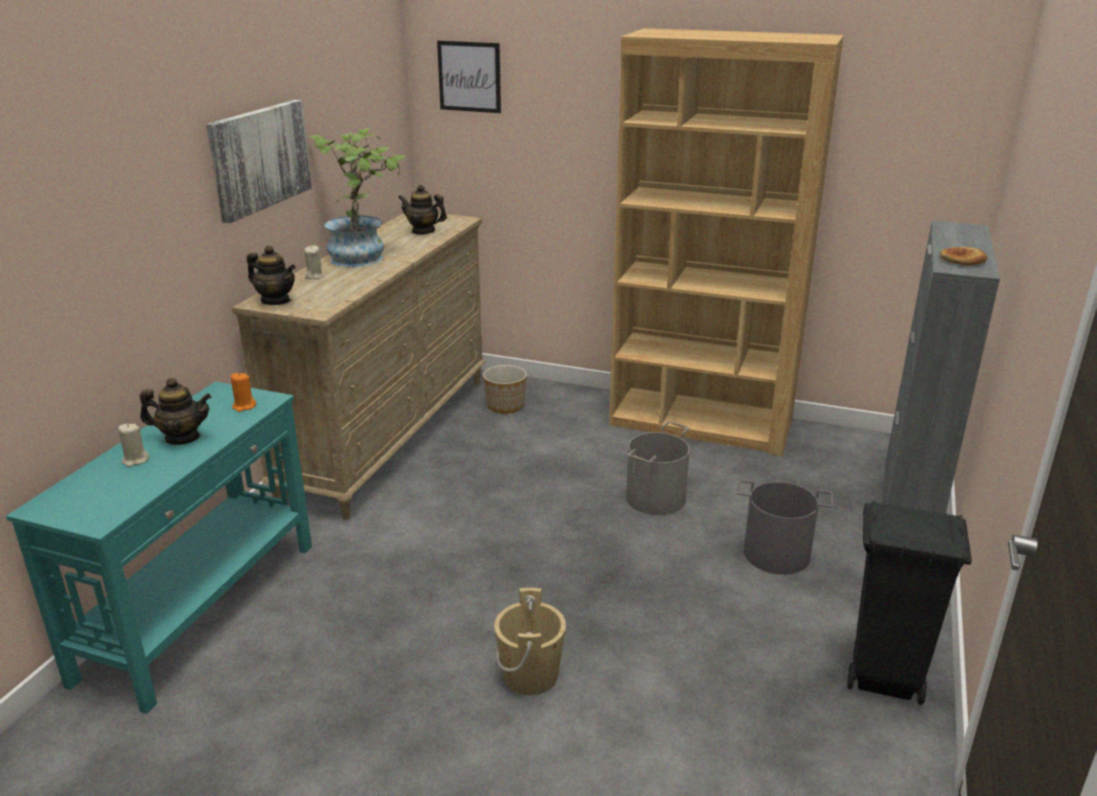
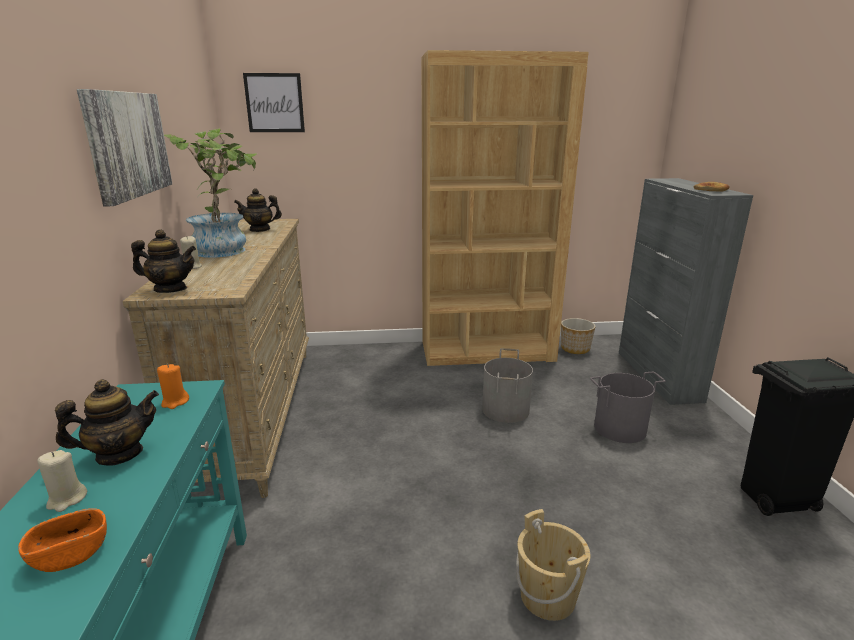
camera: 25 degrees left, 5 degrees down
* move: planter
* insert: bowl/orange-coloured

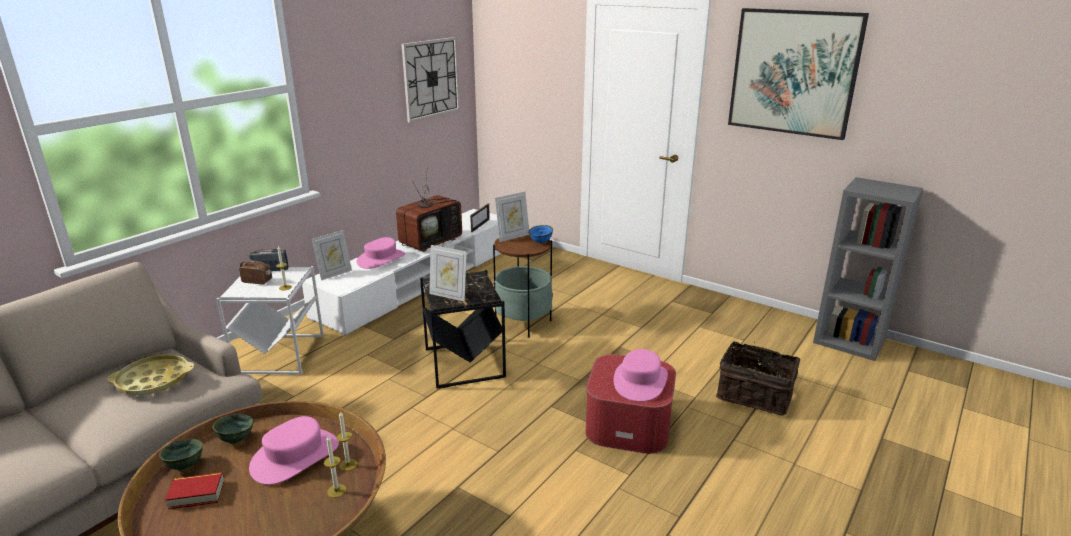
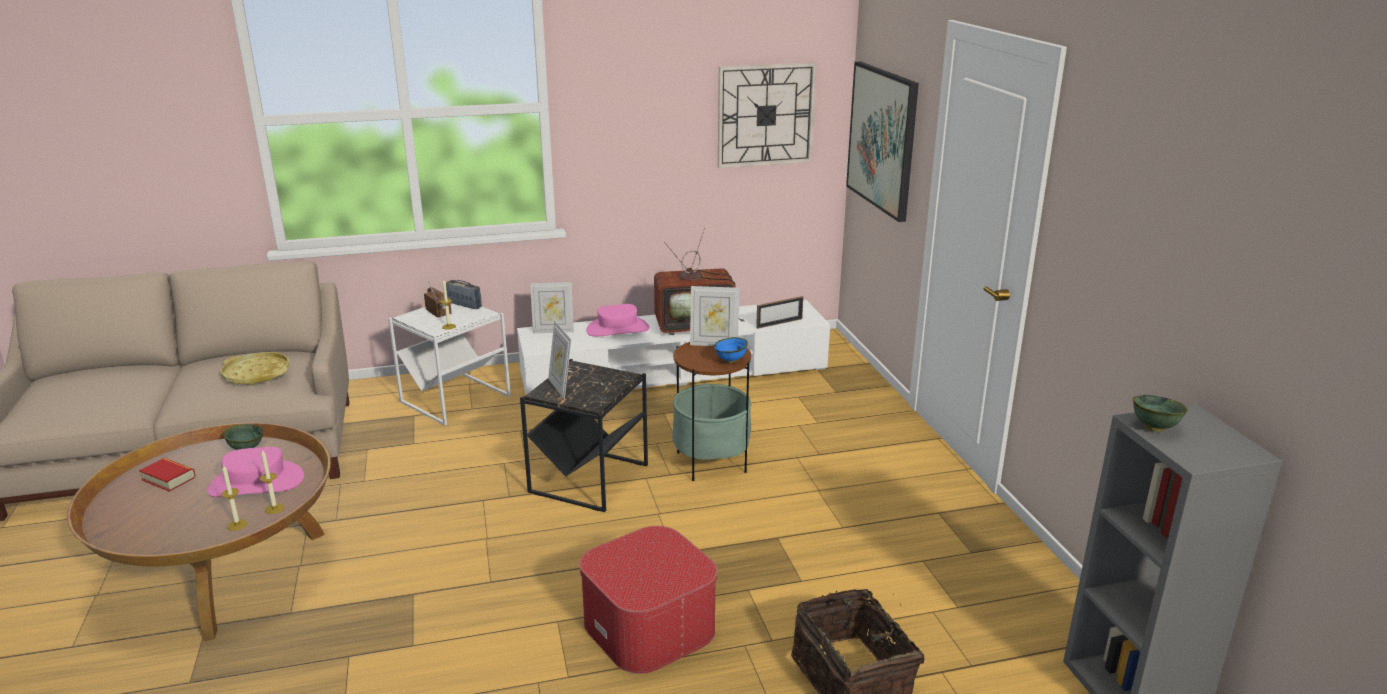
camera: 40 degrees right, 0 degrees up
* move: wall picture
* delete: hat/pink (3rd from left)
* move: bowl/green-coloured (1st from left in the first image) to bowl/green-coloured (2nd from left)

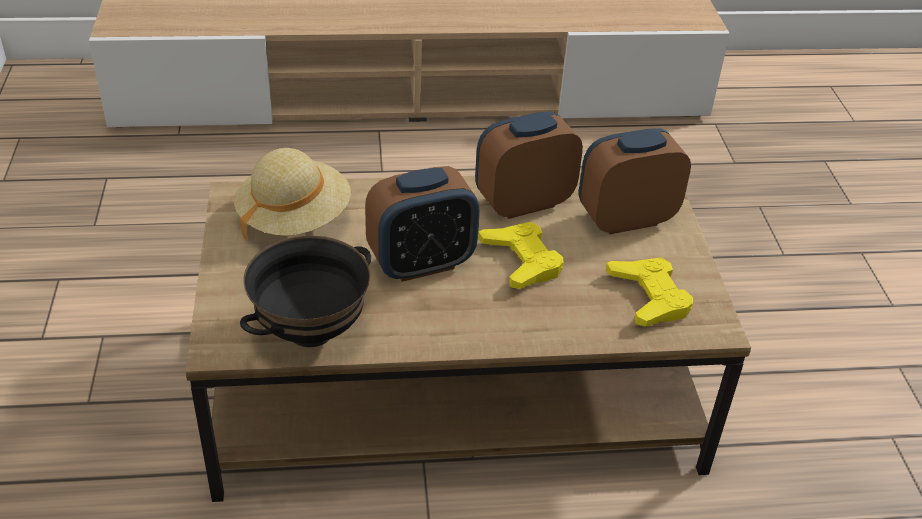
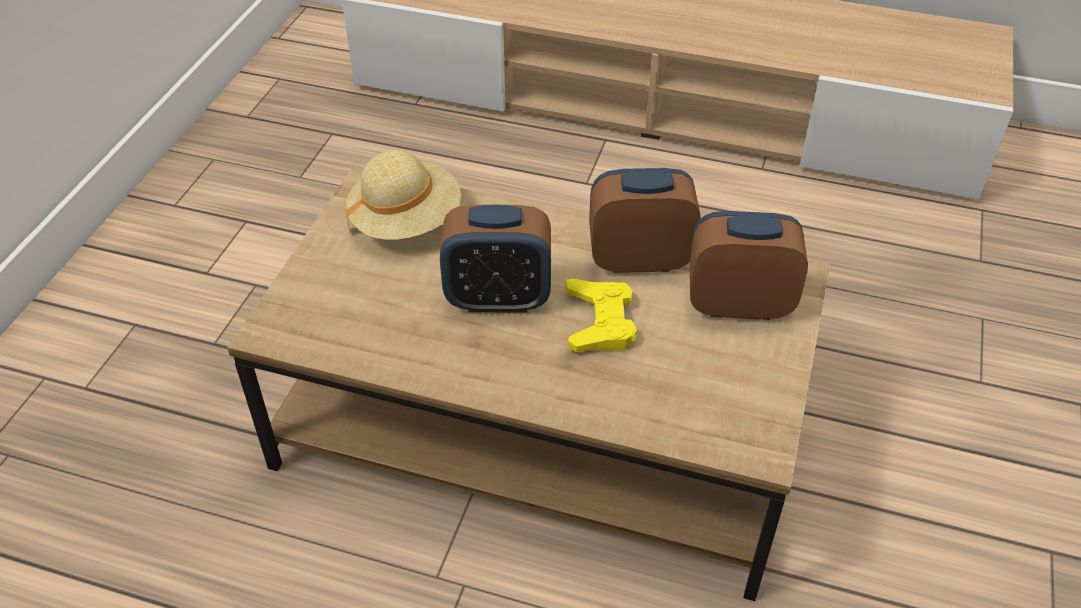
camera: 25 degrees right, 5 degrees up
* delete: bowl/blackish
* delete: gamepad/yellow-coloured (2nd from left)

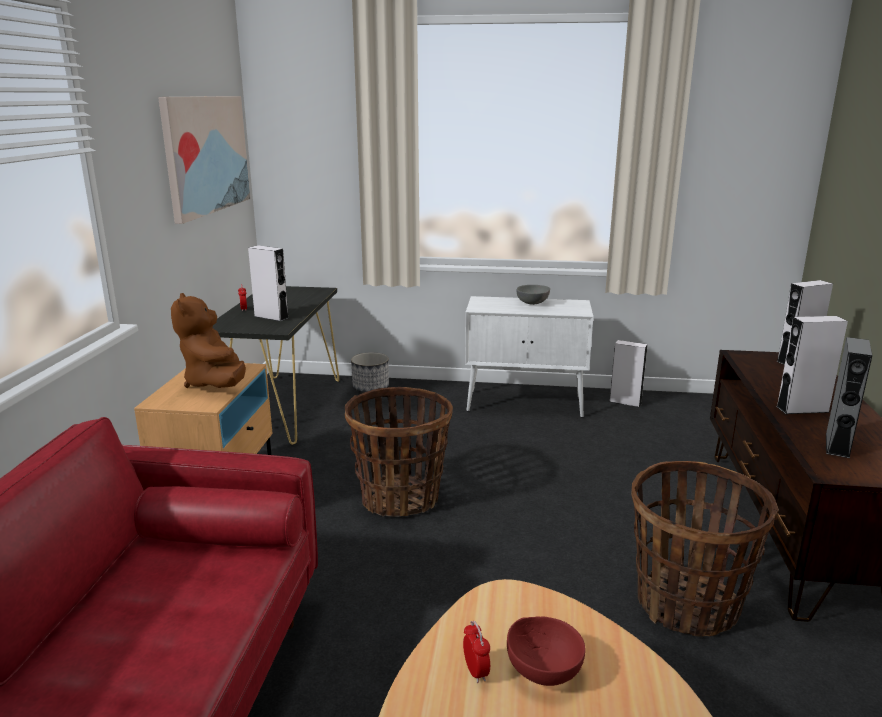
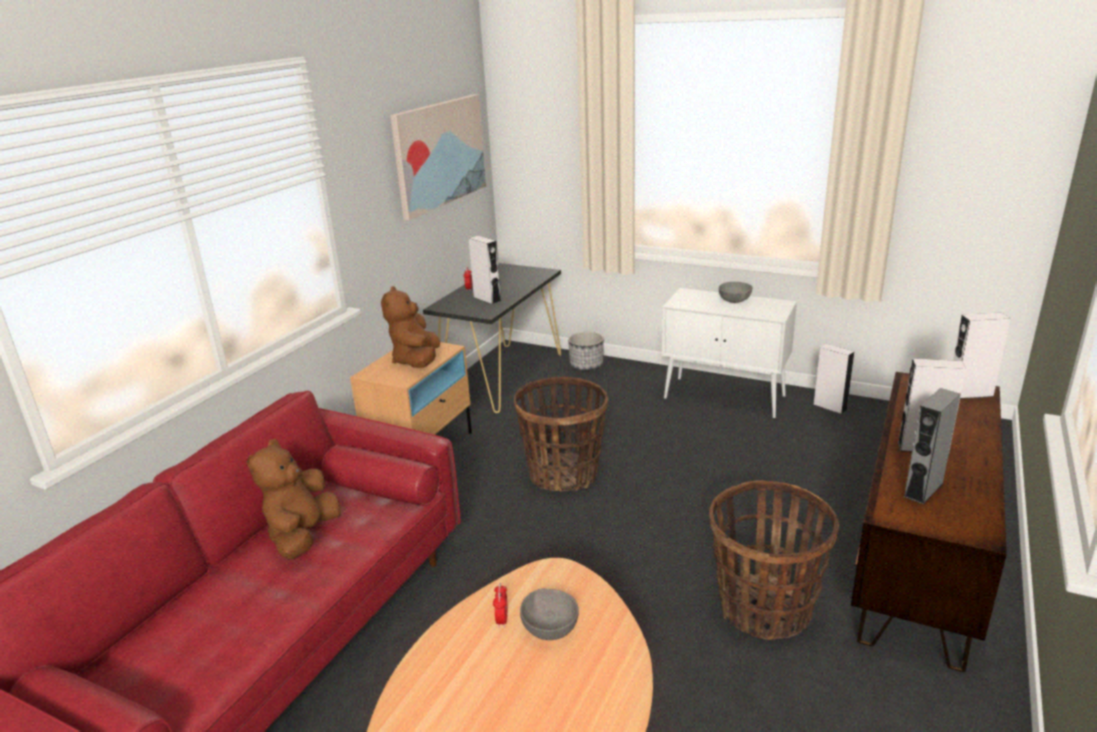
camera: 20 degrees right, 5 degrees up
* recolor: bowl/reddish to bowl/grey (1st from left)
* insert: cuddly toy/brown-coloured (1st from left)

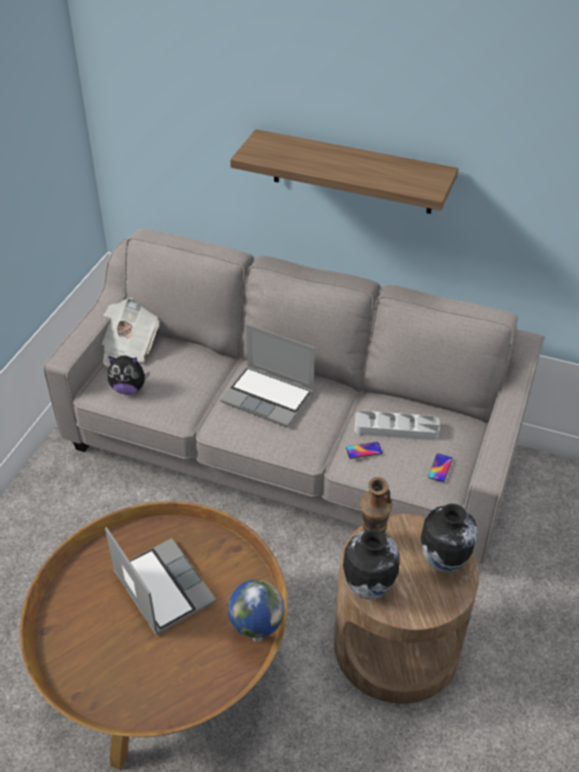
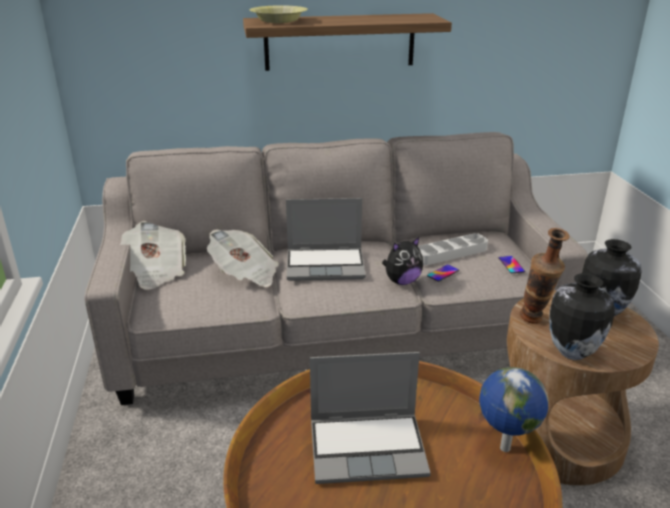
camera: 30 degrees left, 15 degrees down
* move: cuddly toy
* rotate: laptop (1st from left in the first image) 150 degrees clockwise
* insert: bowl/yellow-coloured
* insert: newspaper (2nd from left)

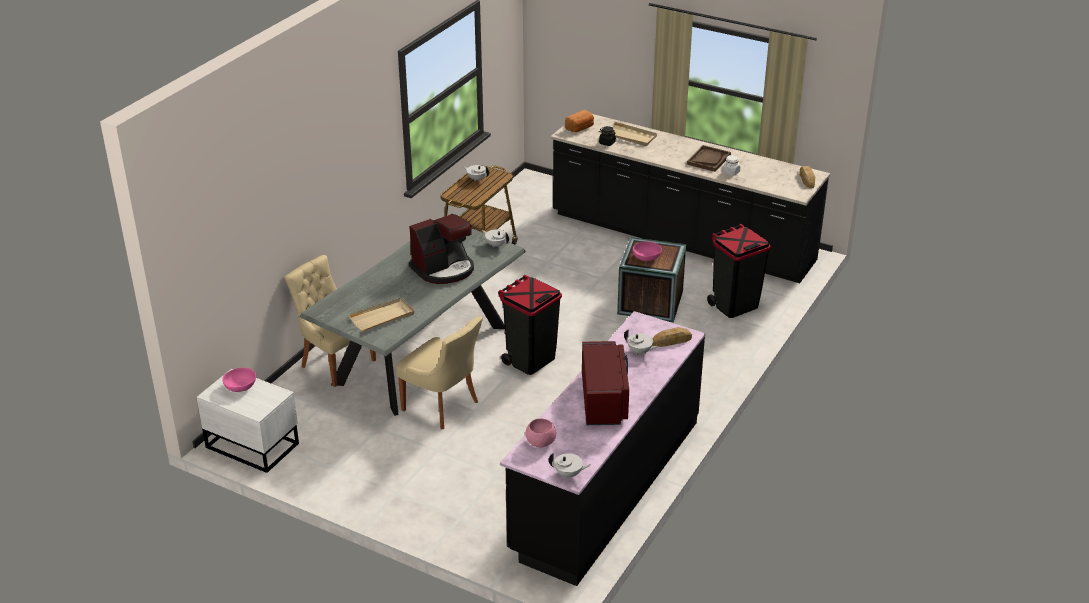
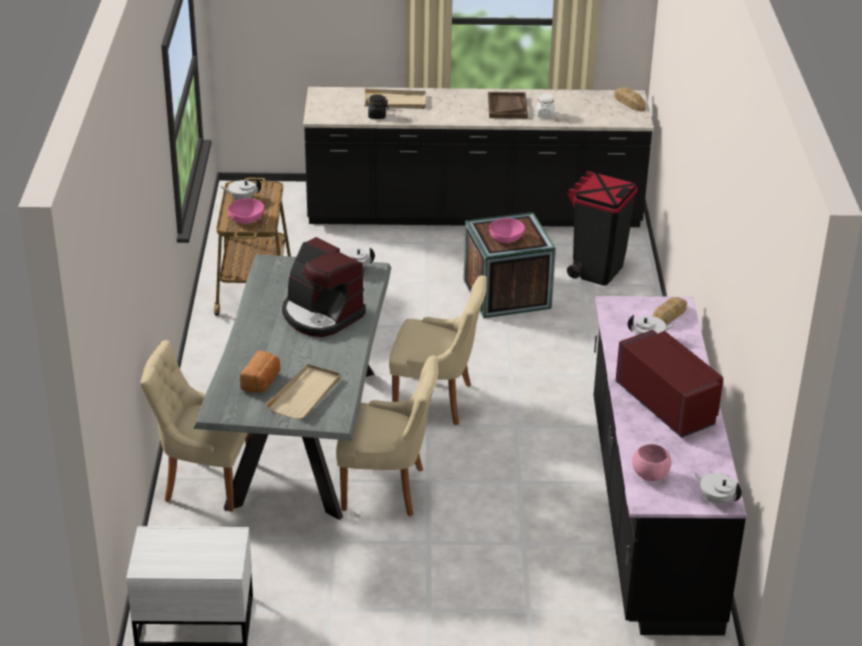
camera: 30 degrees left, 0 degrees up
* move: baked bread (1st from left)
* rotate: coffee maker 105 degrees clockwise
* replace: rubbish bin/blackish (1st from left) to chair/beige-coloured (3rd from left)
* move: bowl/pink (1st from left)
* rotate: tea pot/whitish (3rd from left in the first image) 120 degrees counterclockwise

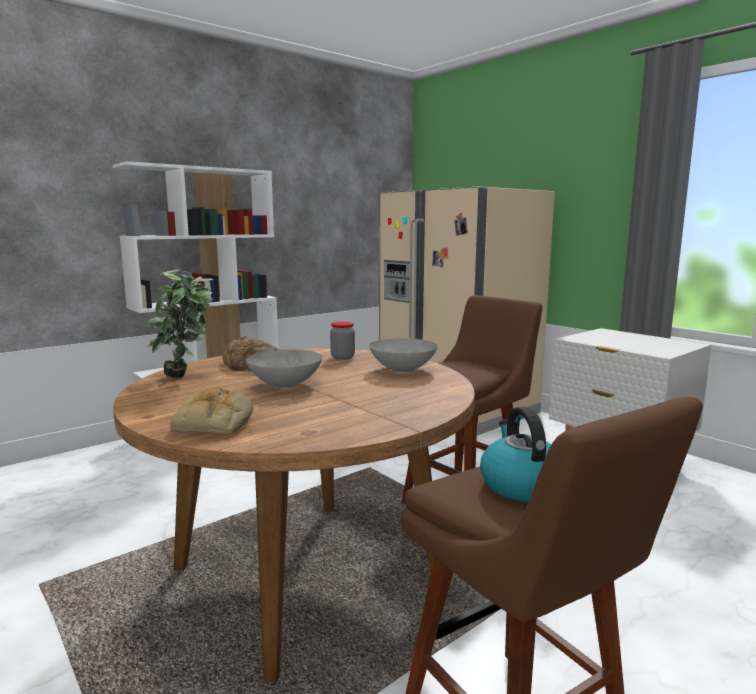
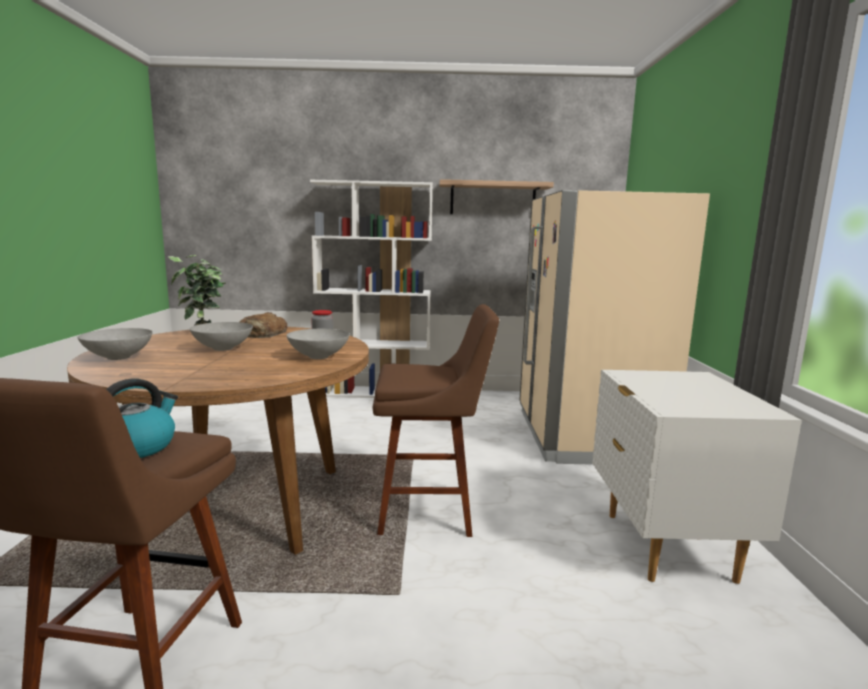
camera: 40 degrees right, 0 degrees up
* replace: baked bread (1st from left) to bowl/grey (1st from left)
* insert: shelf

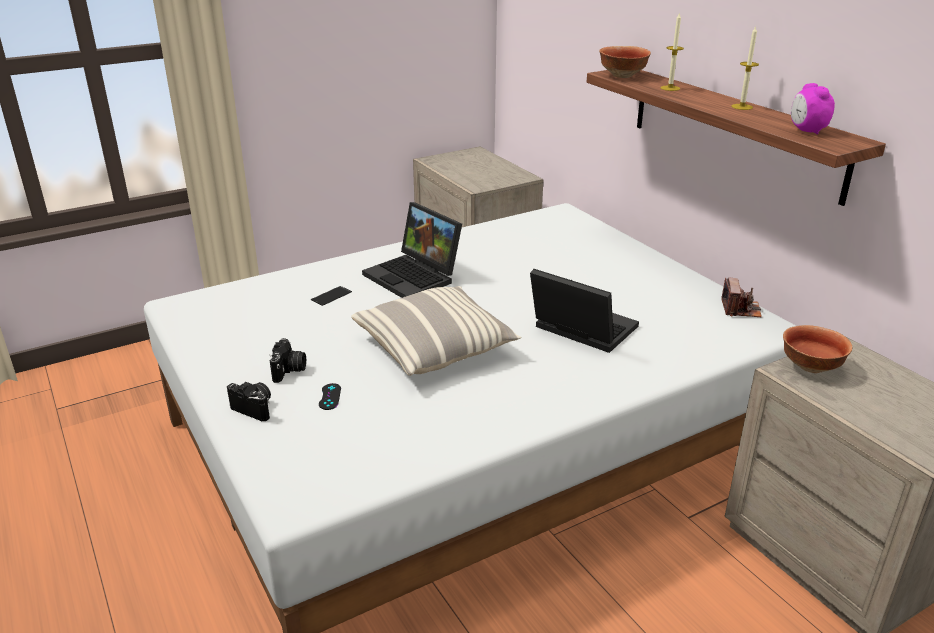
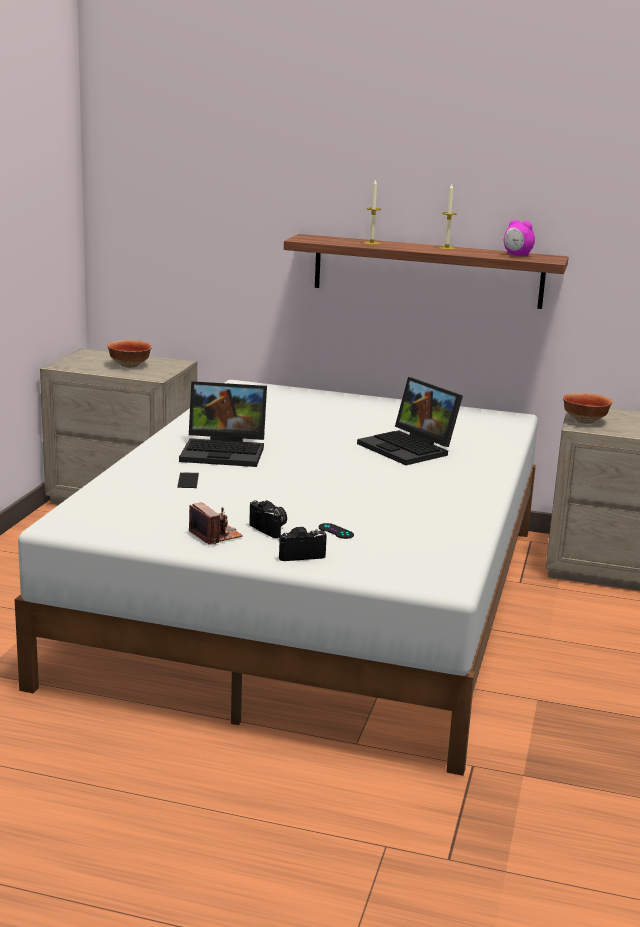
camera: 45 degrees left, 10 degrees down
* move: bowl (1st from left)
* rotate: laptop (2nd from left) 120 degrees counterclockwise
* move: still camera (3rd from left in the first image) to still camera (1st from left)
* delete: cushion

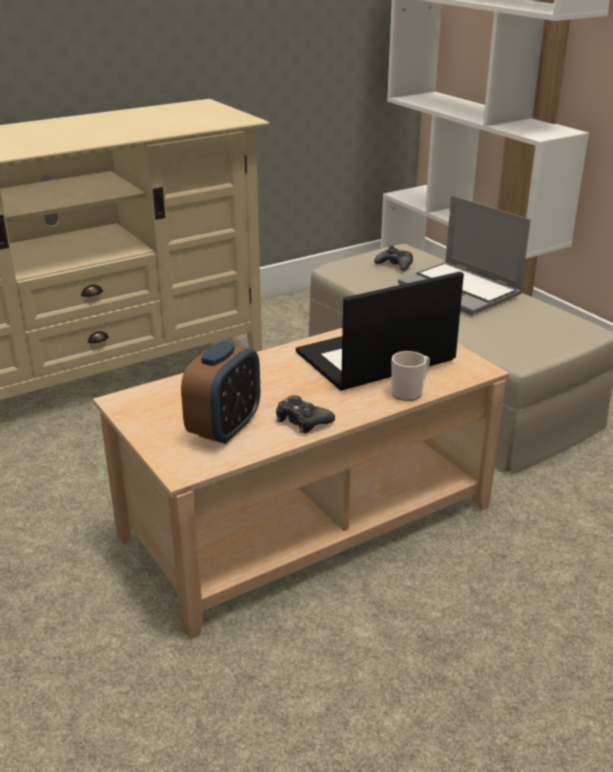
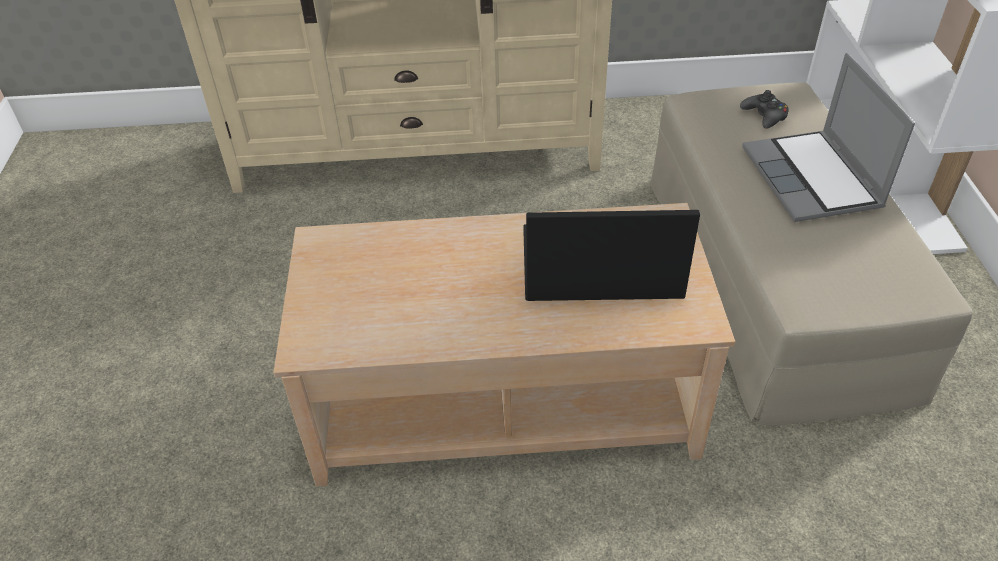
camera: 30 degrees right, 15 degrees up
* delete: table clock
* delete: coffee mug
* delete: gamepad/blackish (1st from left)

